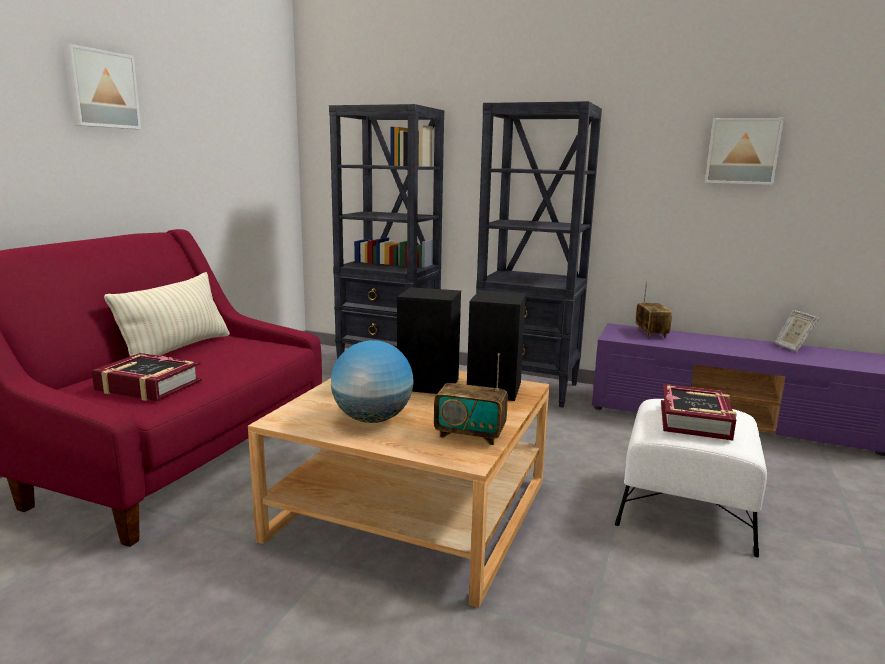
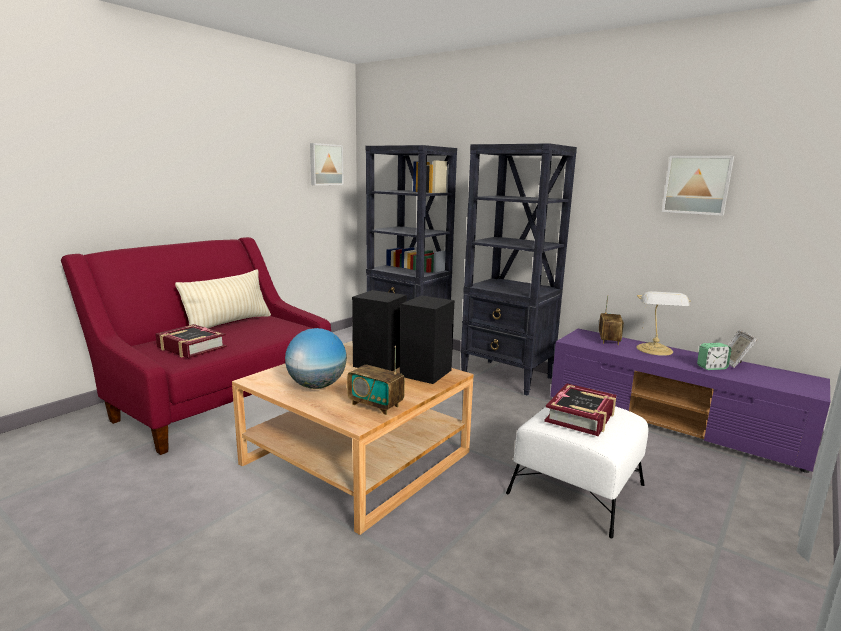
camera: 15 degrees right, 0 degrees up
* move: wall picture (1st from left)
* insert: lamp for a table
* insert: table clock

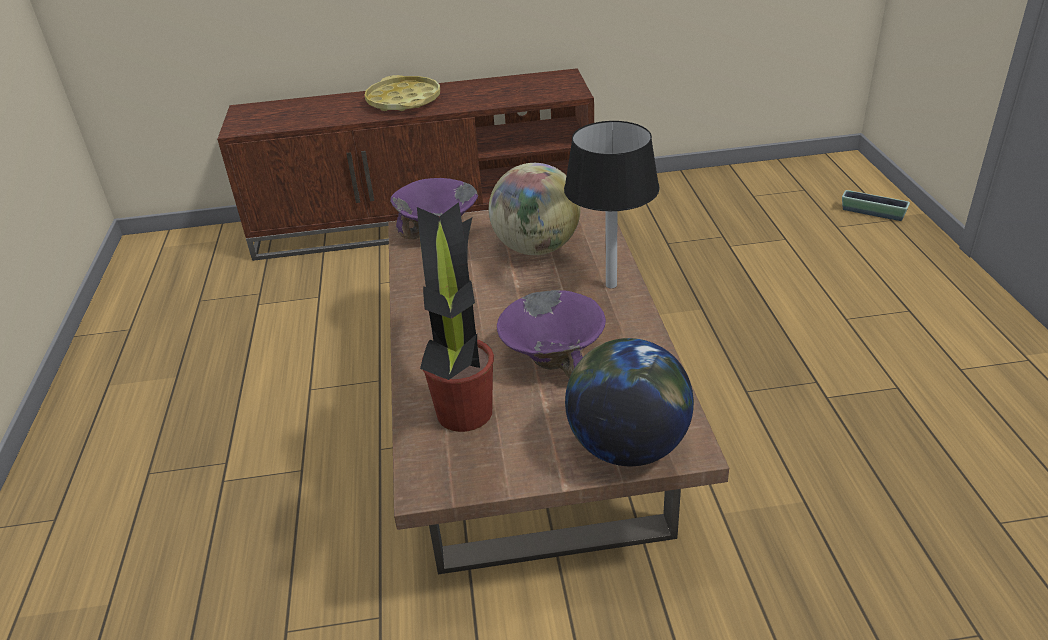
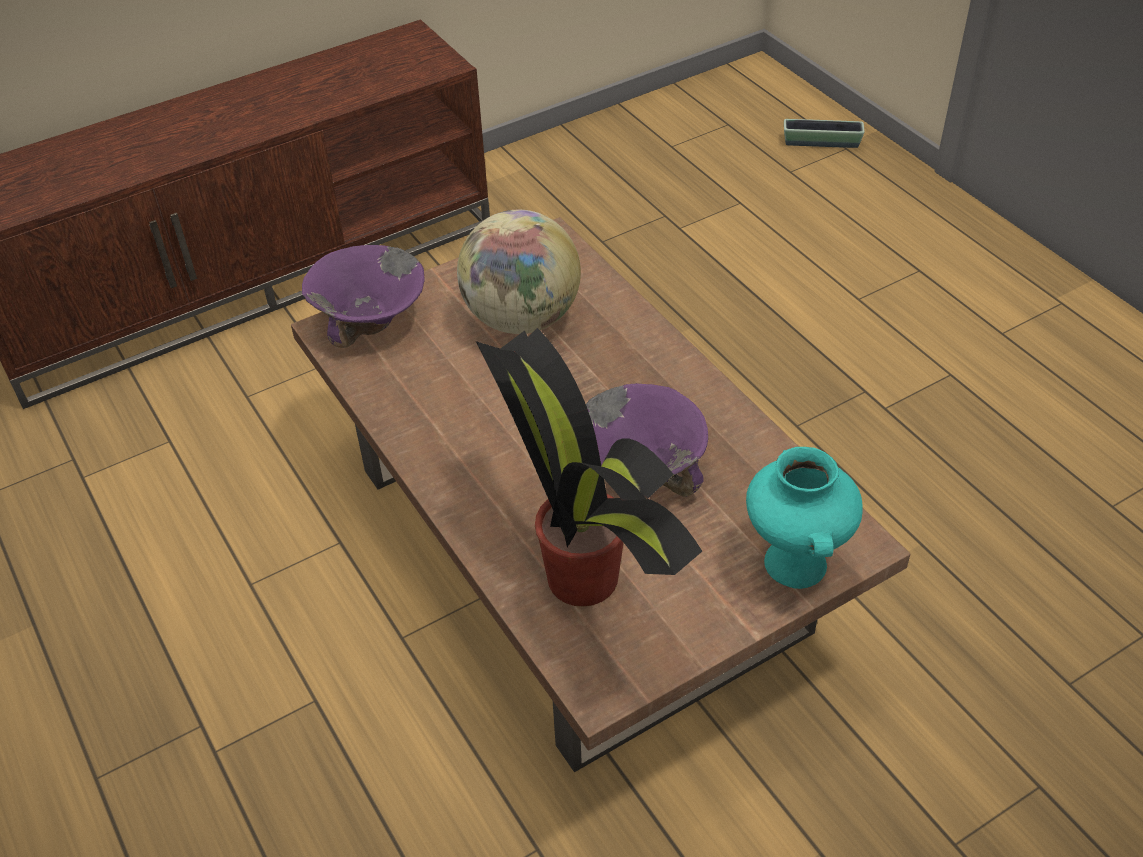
camera: 25 degrees left, 10 degrees up
* delete: serving tray/yellow-coloured
* delete: lamp for a table/blackish
* replace: globe (2nd from left) to flower vase/turquoise

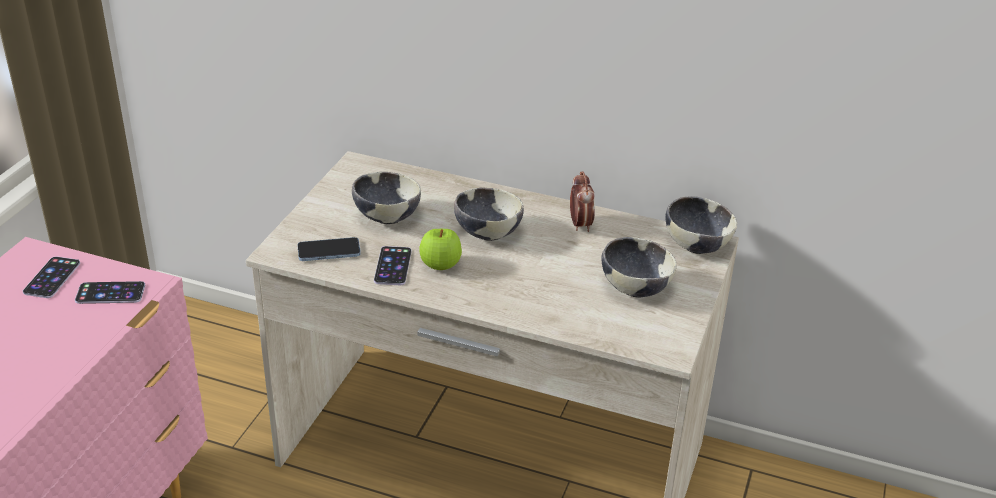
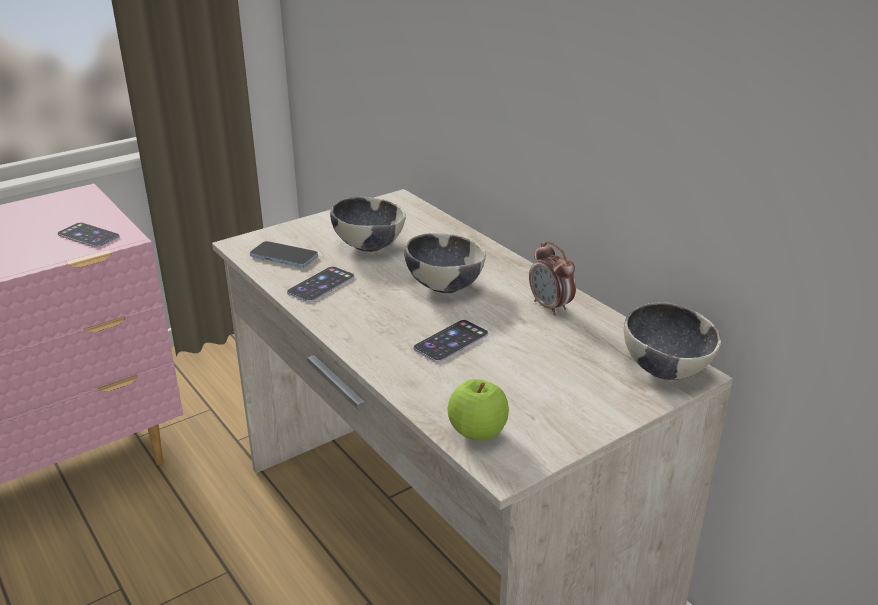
camera: 35 degrees right, 5 degrees down
* rotate: table clock 120 degrees clockwise
* move: whole apple
* delete: bowl (3rd from left)
* move: telephone (1st from left in the first image) to telephone (4th from left)

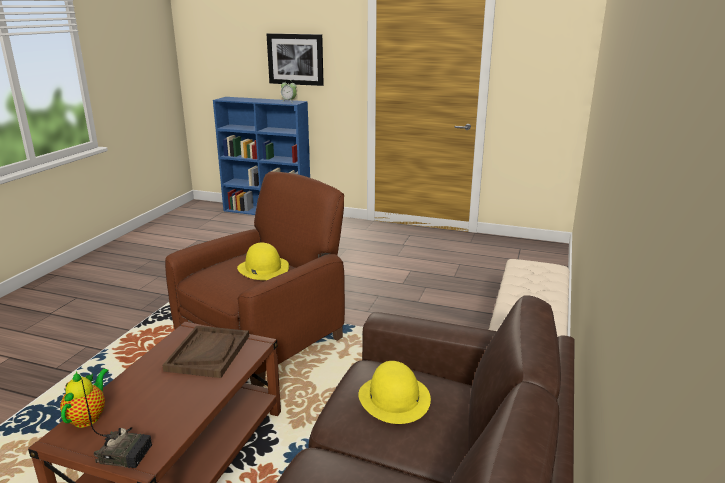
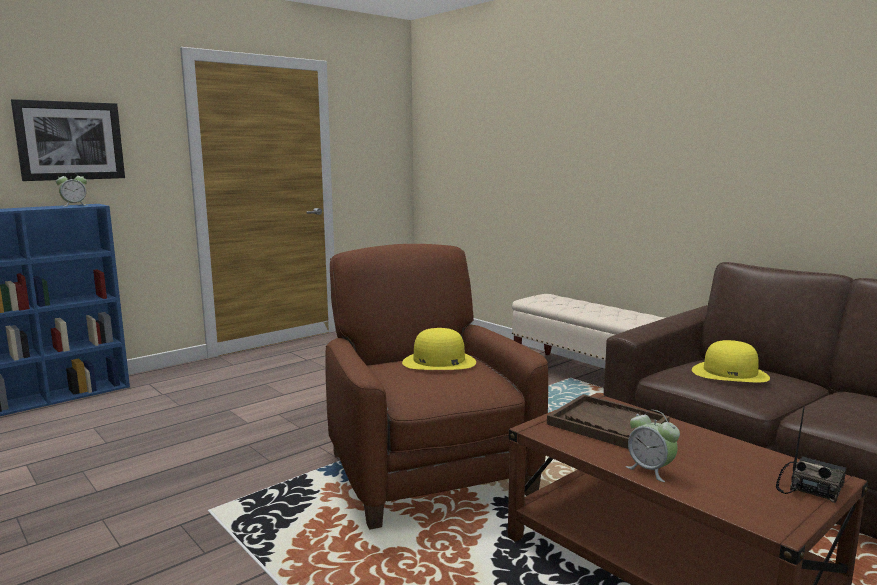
camera: 60 degrees left, 10 degrees down
* delete: tea pot
* insert: table clock (2nd from left)

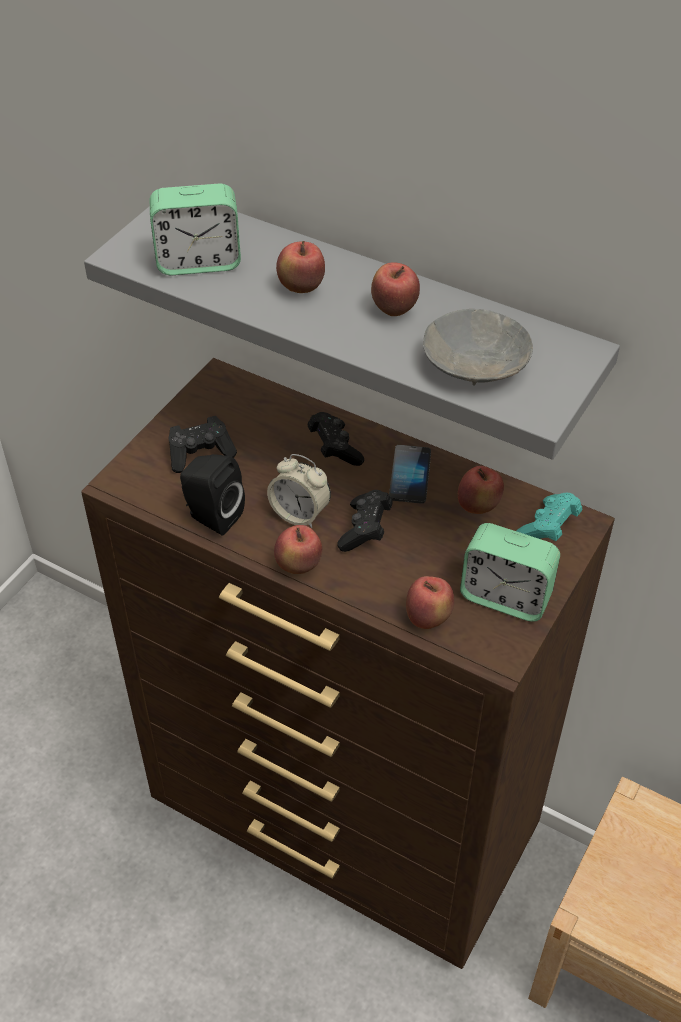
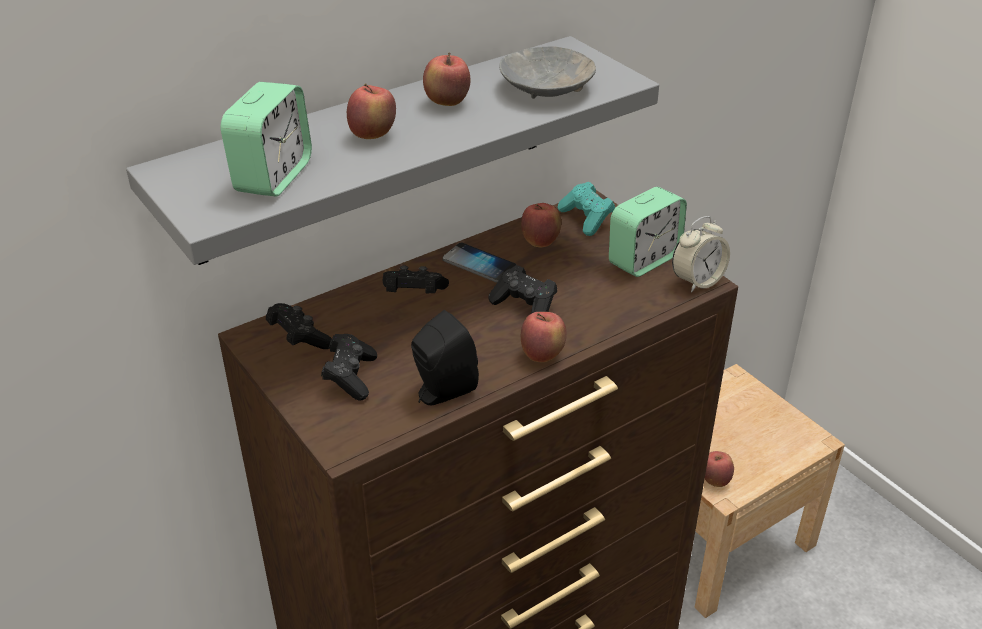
camera: 65 degrees left, 10 degrees down
* move: table clock (2nd from left in the first image) to table clock (3rd from left)
* move: whole apple (4th from left in the first image) to whole apple (5th from left)
* insert: gamepad/blackish (1st from left)

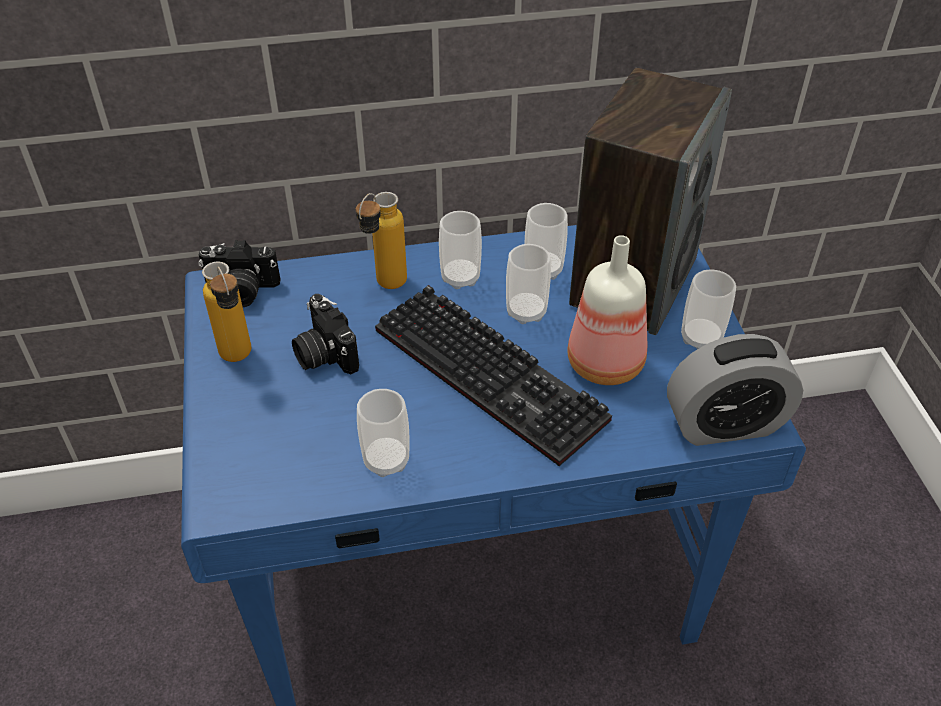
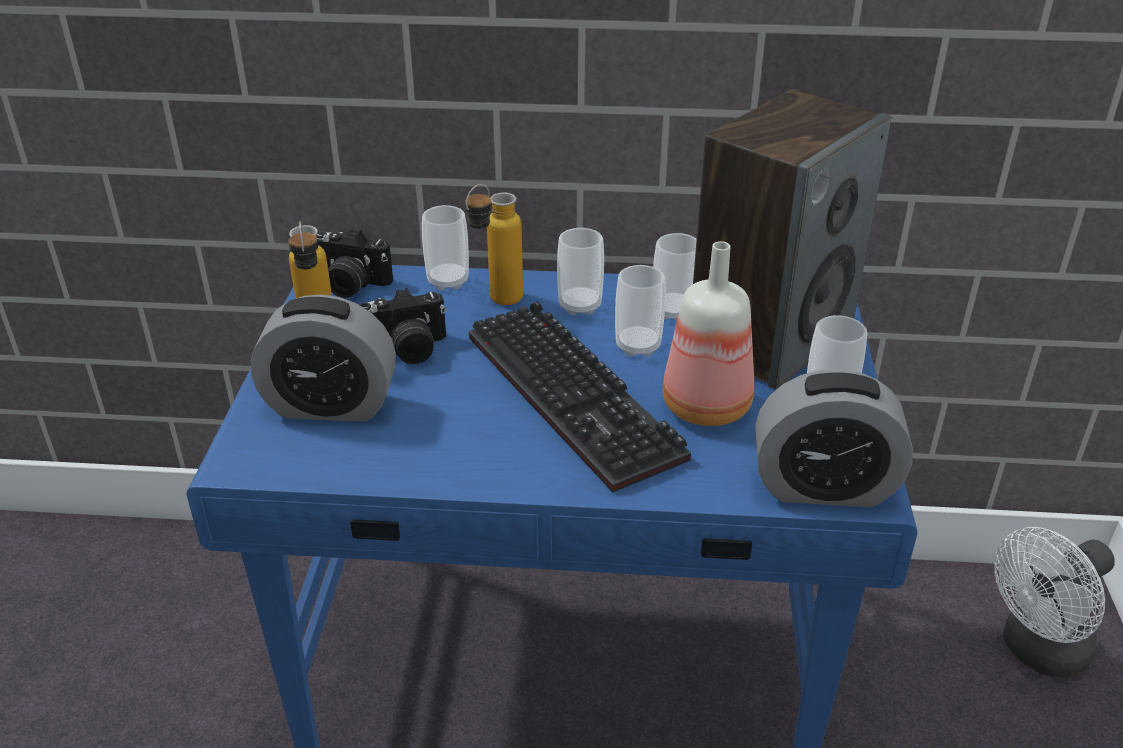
camera: 15 degrees right, 10 degrees down
* rotate: still camera (2nd from left) 90 degrees counterclockwise
* move: drinking cup (1st from left)
* insert: table clock (1st from left)
* insert: cooling fan/whitish

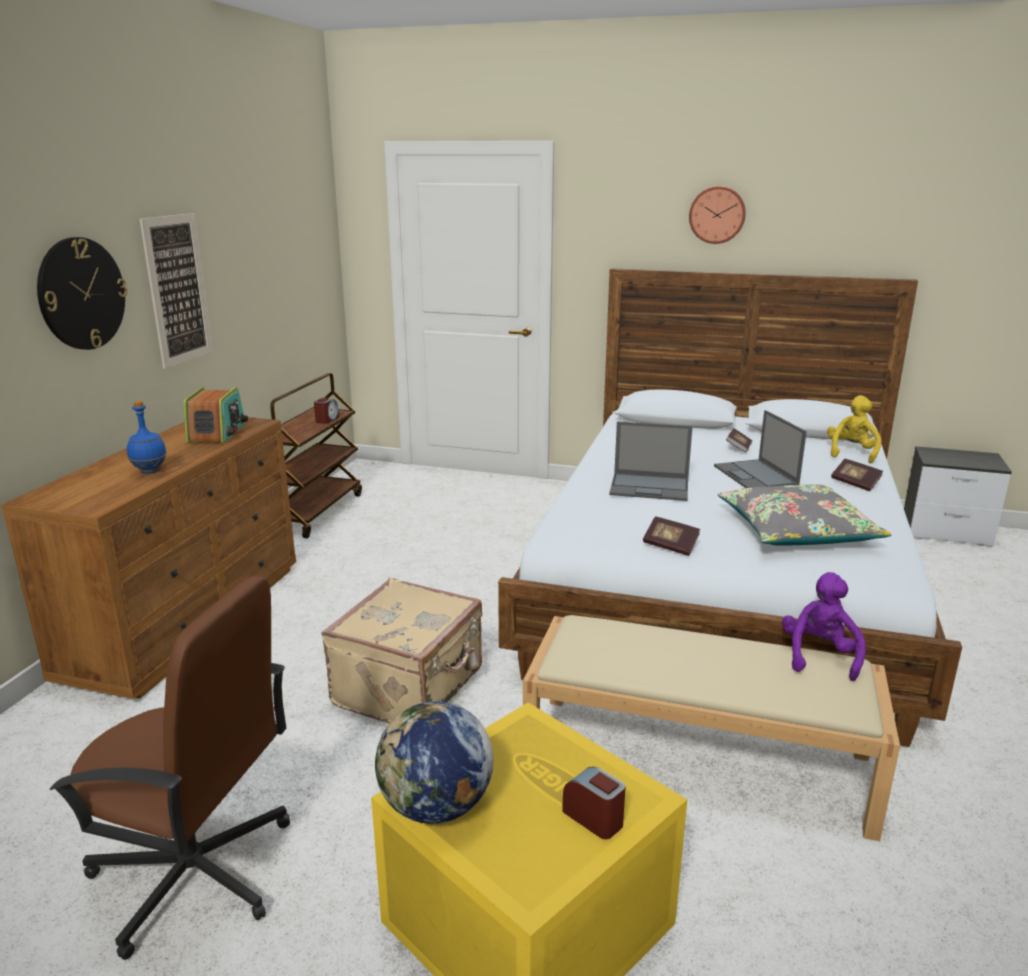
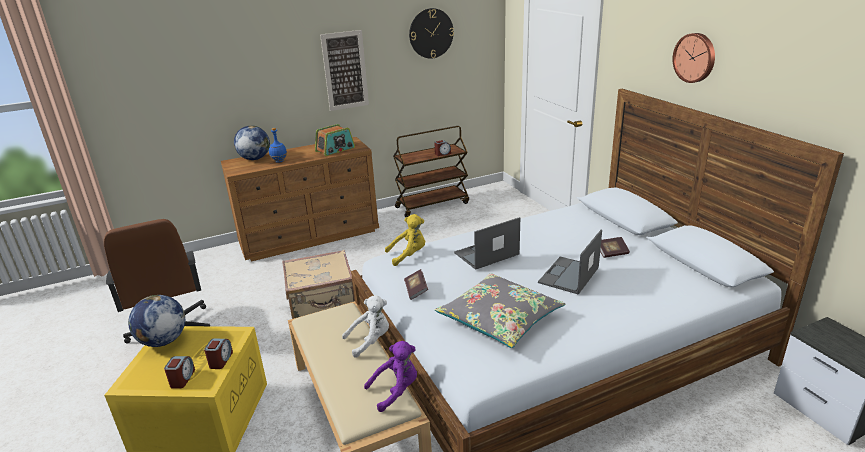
camera: 50 degrees right, 5 degrees up
* move: clock on the wall (1st from left)
* move: cuddly toy/yellow-coloured
* rotate: laptop (1st from left) 90 degrees clockwise
* delete: volume (3rd from left)
* insert: globe (2nd from left)
* insert: cuddly toy/whitish
* insert: table clock (2nd from left)

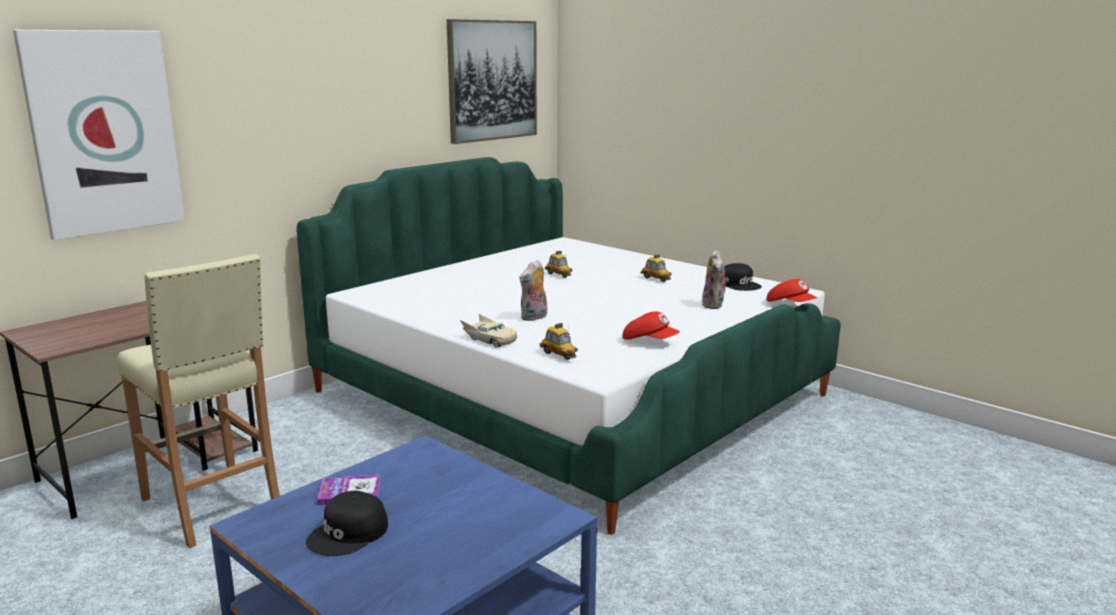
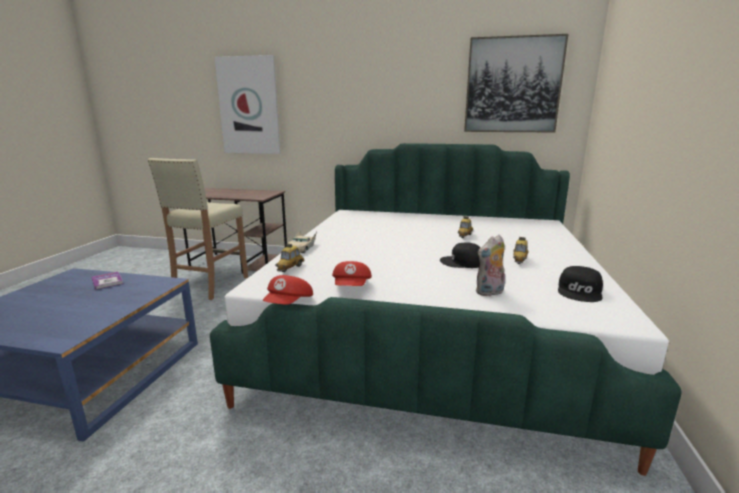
camera: 60 degrees right, 0 degrees up
* delete: cuddly toy (1st from left)
* move: baseball cap/reddish (2nd from left in the first image) to baseball cap/reddish (1st from left)
* move: baseball cap/blackish (1st from left)

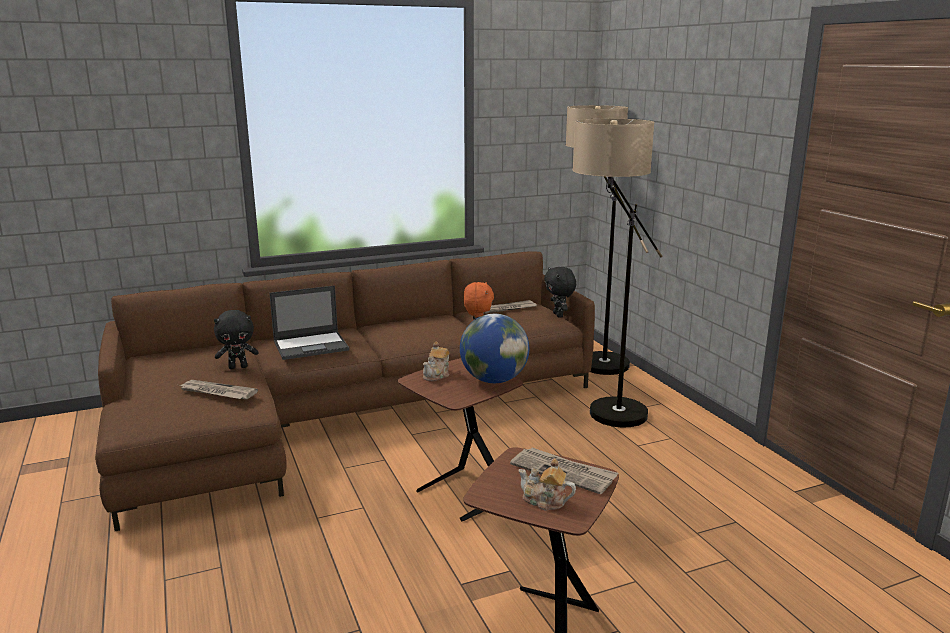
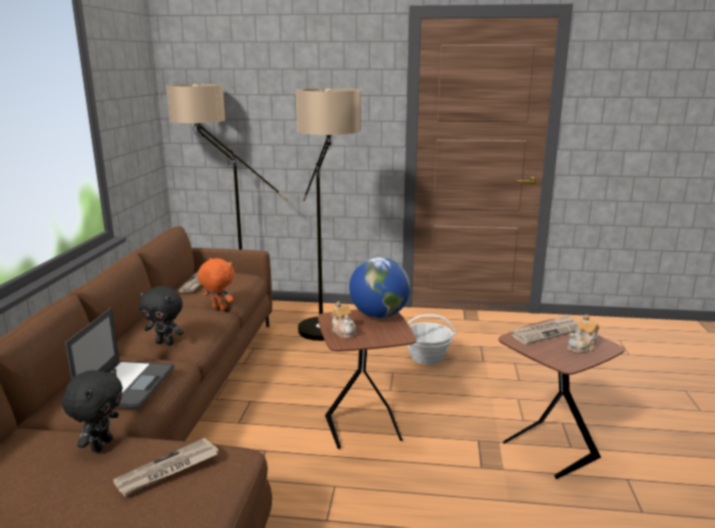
camera: 60 degrees left, 0 degrees up
* move: cuddly toy/blackish (2nd from left)
* insert: basket

